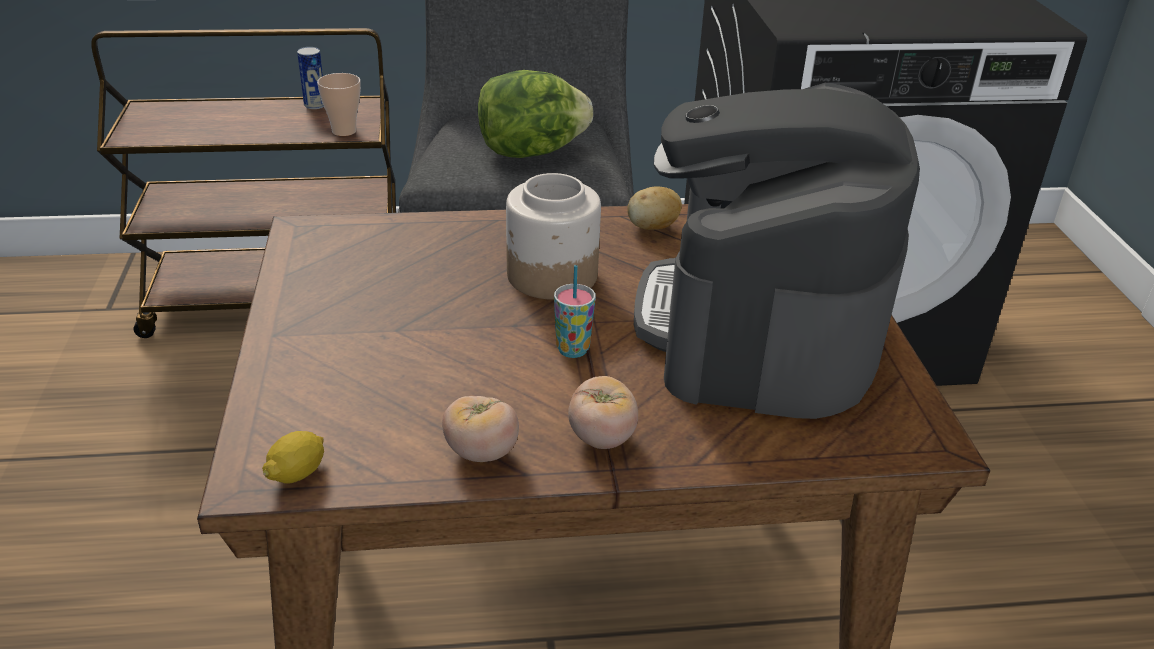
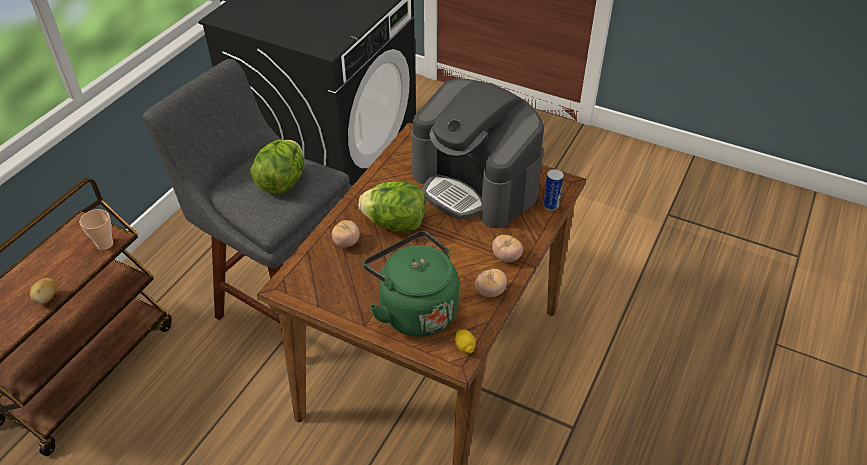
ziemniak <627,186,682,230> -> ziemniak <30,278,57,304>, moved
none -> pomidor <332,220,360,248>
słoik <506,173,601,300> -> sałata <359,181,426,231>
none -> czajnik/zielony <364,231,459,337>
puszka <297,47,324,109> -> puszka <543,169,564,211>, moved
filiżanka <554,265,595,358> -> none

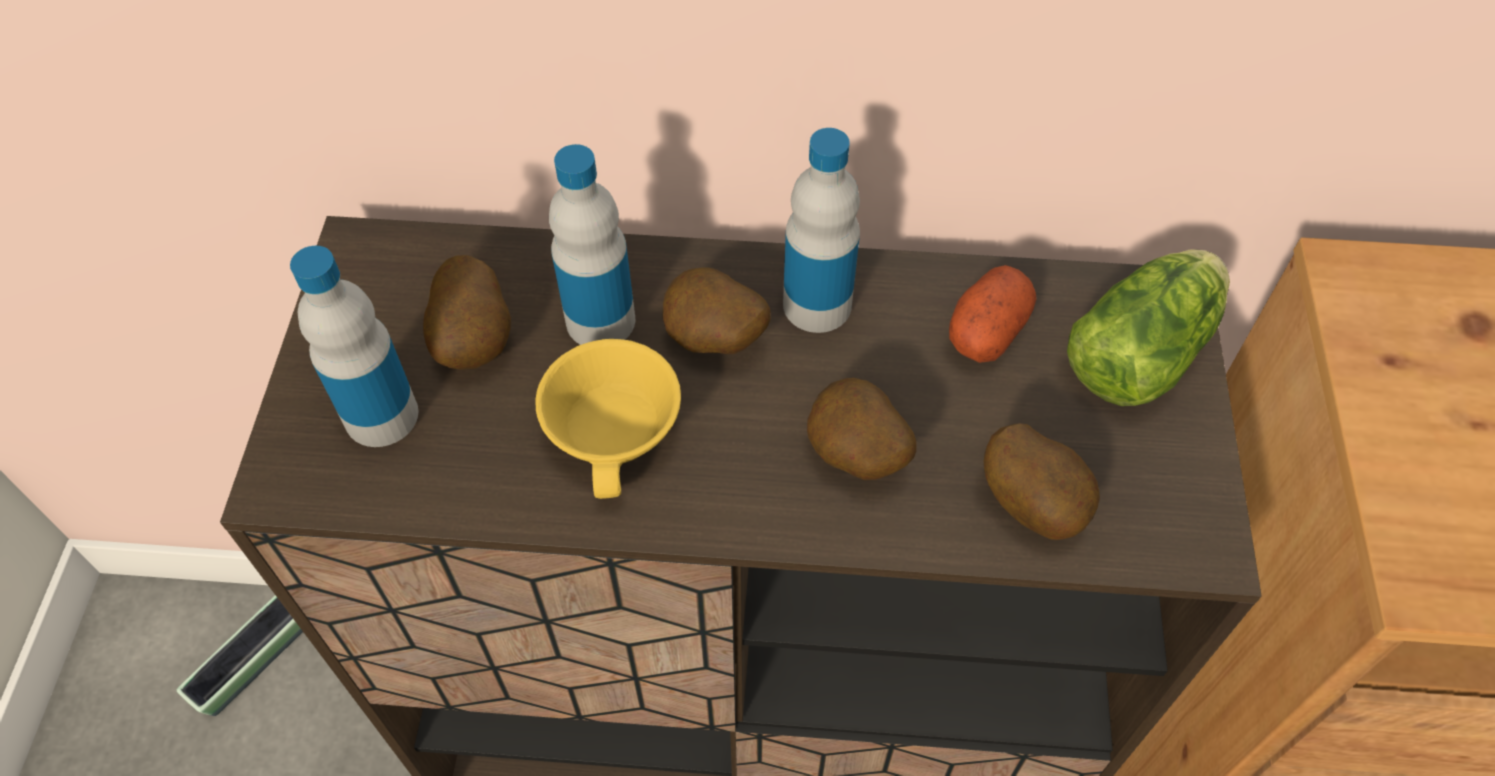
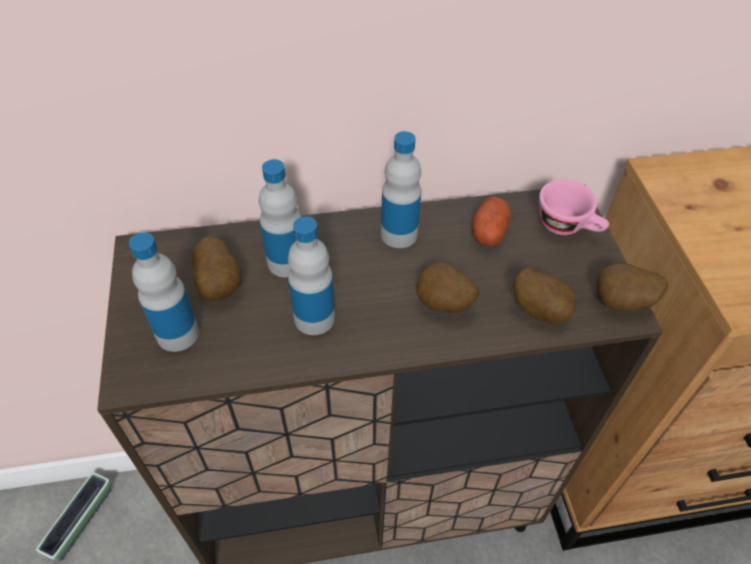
filiżanka/żółty <535,339,681,499> -> butelka <288,216,335,335>
sałata <1067,249,1230,406> -> filiżanka/różowy <539,179,609,235>
ziemniak <663,267,771,354> -> ziemniak <597,263,668,312>, moved

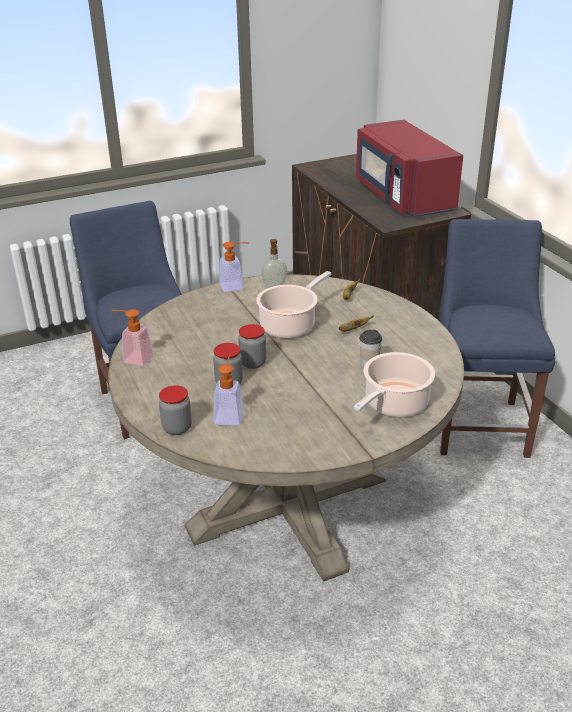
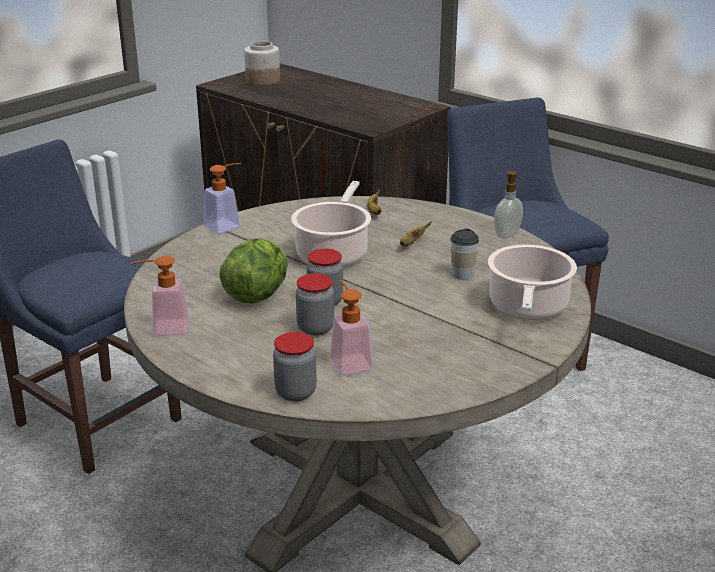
none -> sałata <219,238,287,303>
none -> słoik <244,41,280,86>
dozownik mydła <261,239,288,287> -> dozownik mydła <494,171,523,239>, moved
mikrofalówka/czerwony <356,120,463,217> -> none

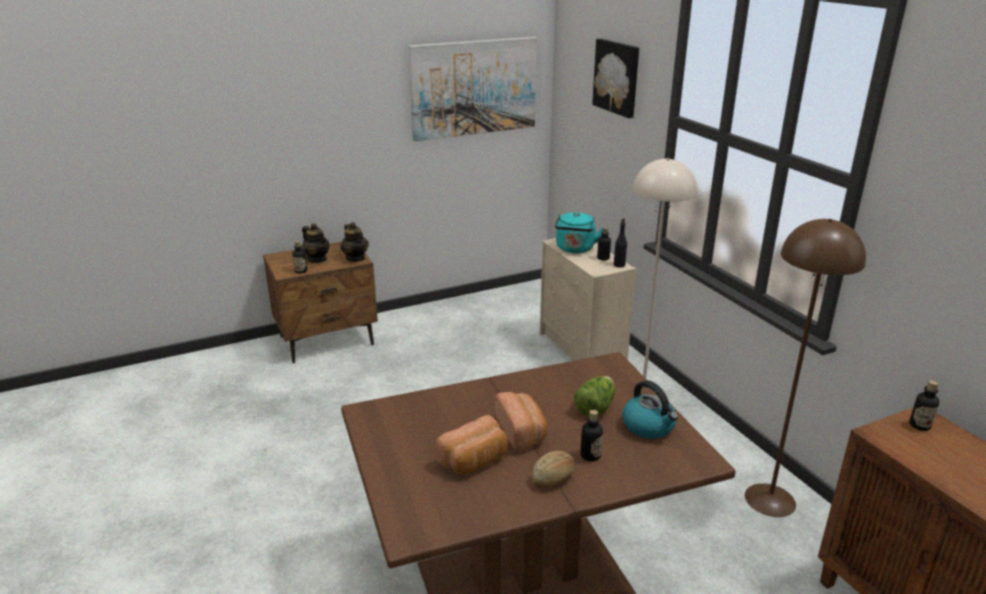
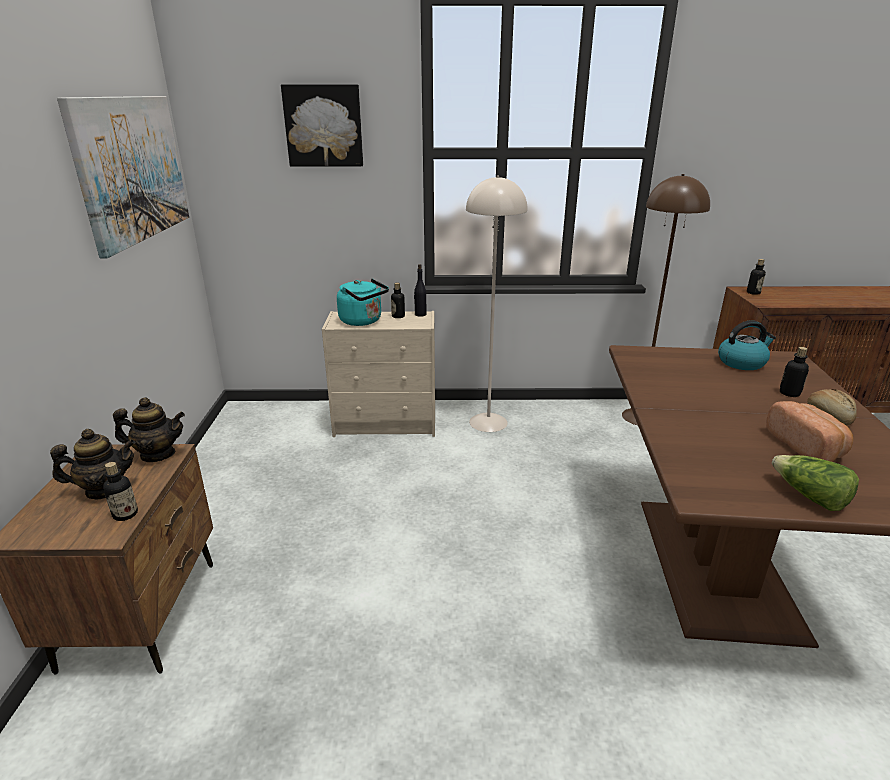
sałata <574,376,615,416> -> sałata <772,455,859,511>, moved
chleb <495,392,547,451> -> none

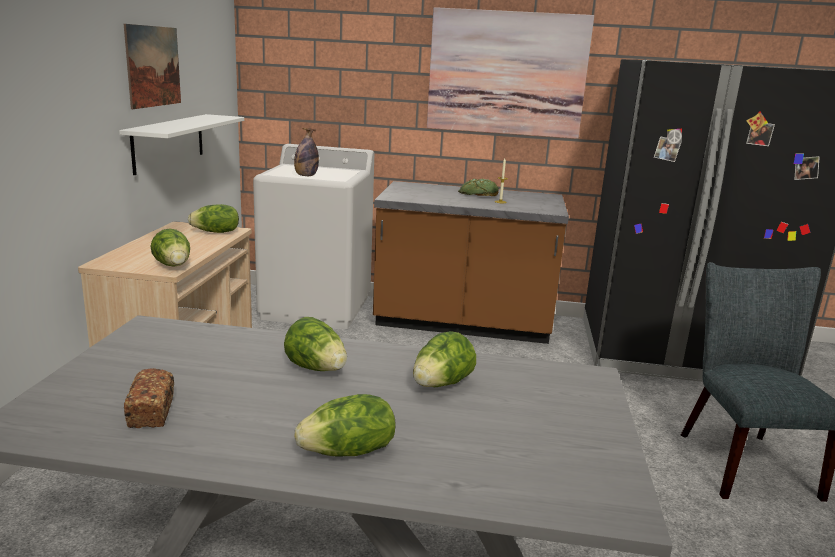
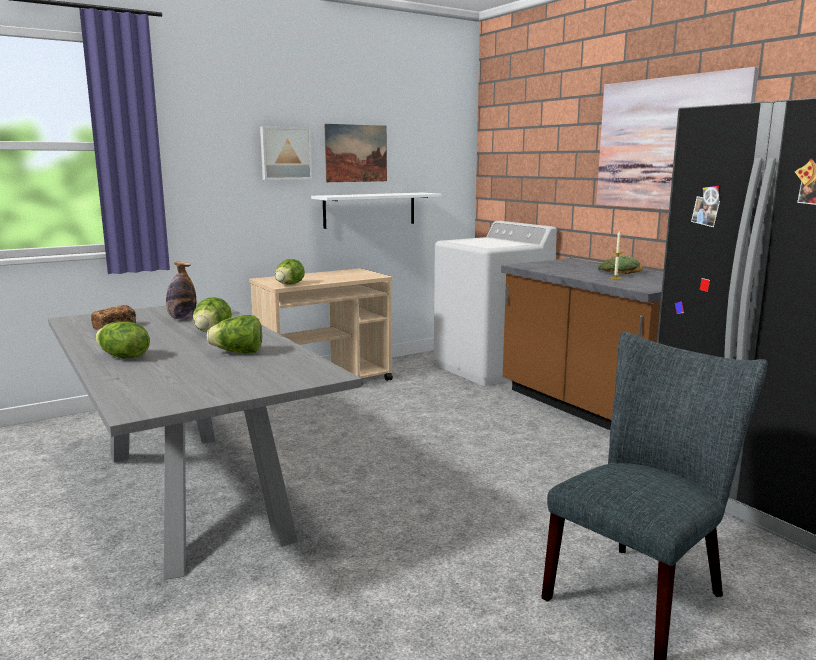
butelka <294,128,319,176> -> butelka <166,262,196,320>, moved
none -> obraz <260,126,312,180>
sałata <188,204,239,233> -> none

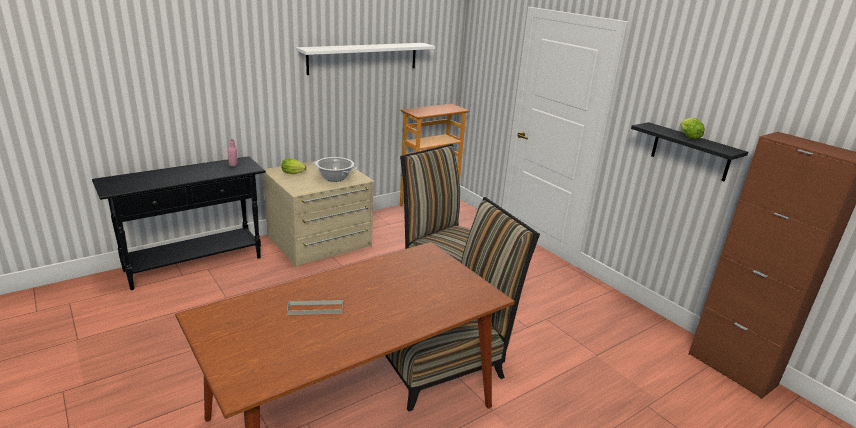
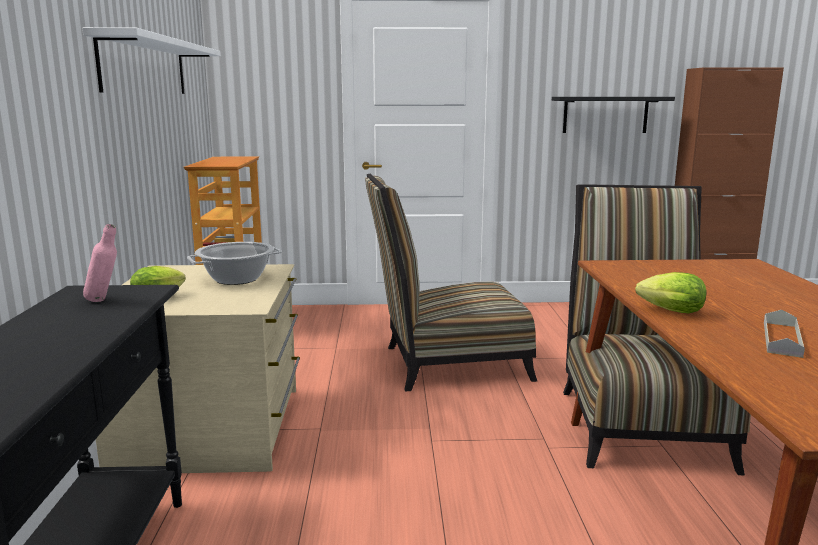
sałata <680,118,705,139> -> sałata <635,272,707,314>, moved

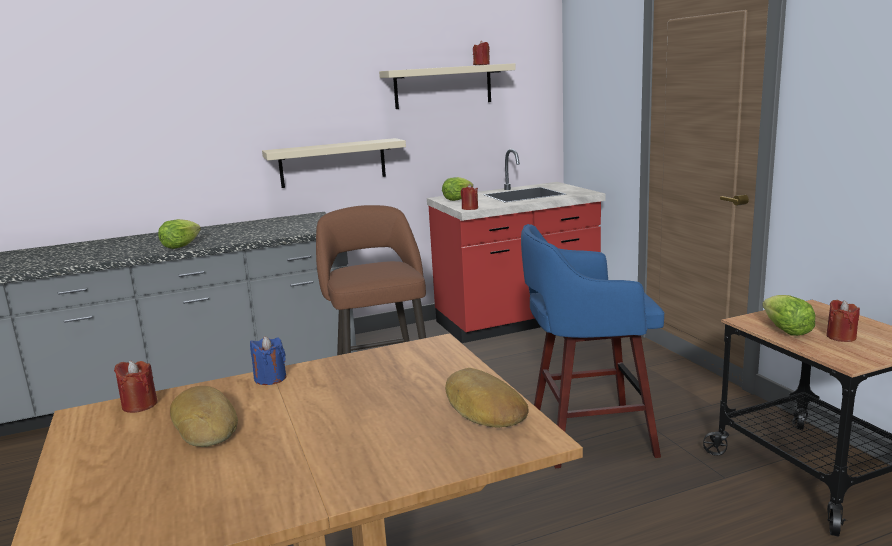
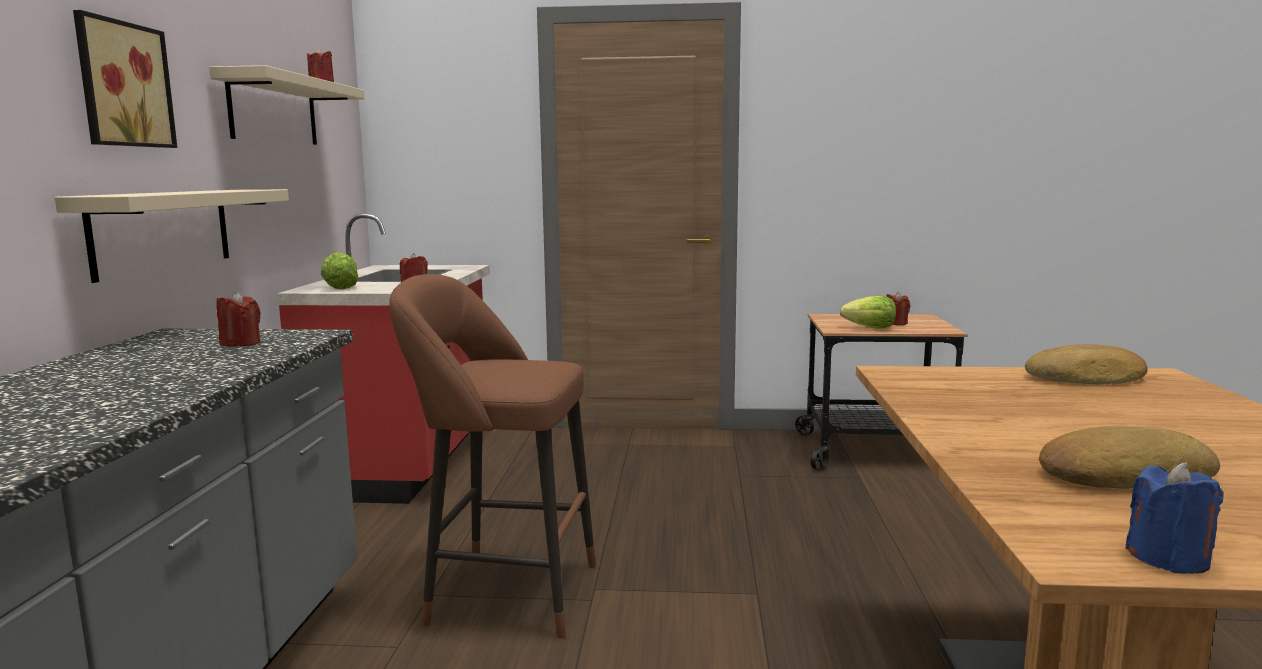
none -> obraz <73,10,177,148>
świeca/czerwony <114,361,158,413> -> świeca/czerwony <216,291,261,347>, moved
świeca/niebieski <250,336,286,385> -> świeca/niebieski <1125,462,1224,574>, moved
sałata <158,219,201,249> -> none
stołek/niebieski <521,224,664,468> -> none

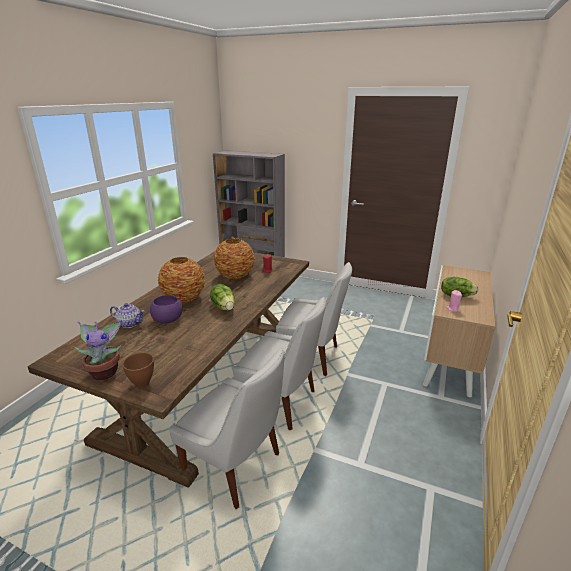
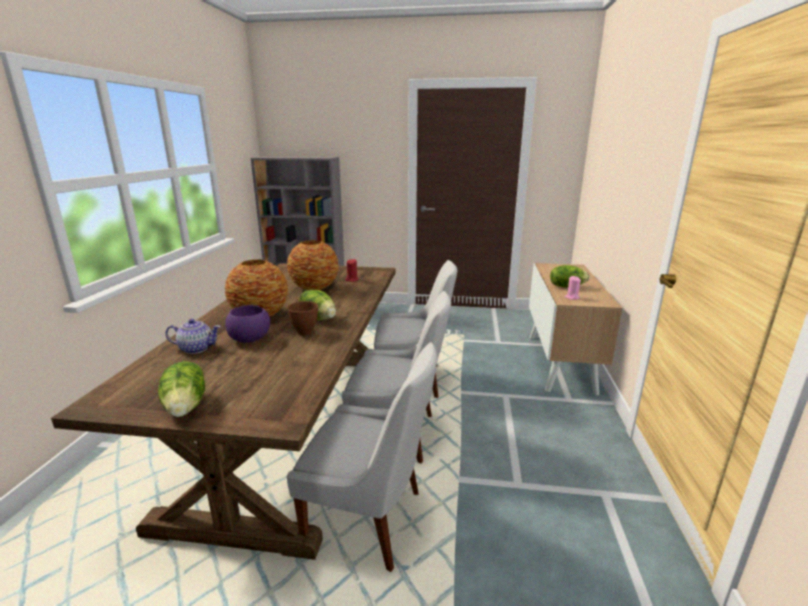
roślina doniczkowa <75,320,122,380> -> sałata <158,361,205,417>
miska/brązowy <122,352,154,388> -> miska/brązowy <287,301,318,336>, moved

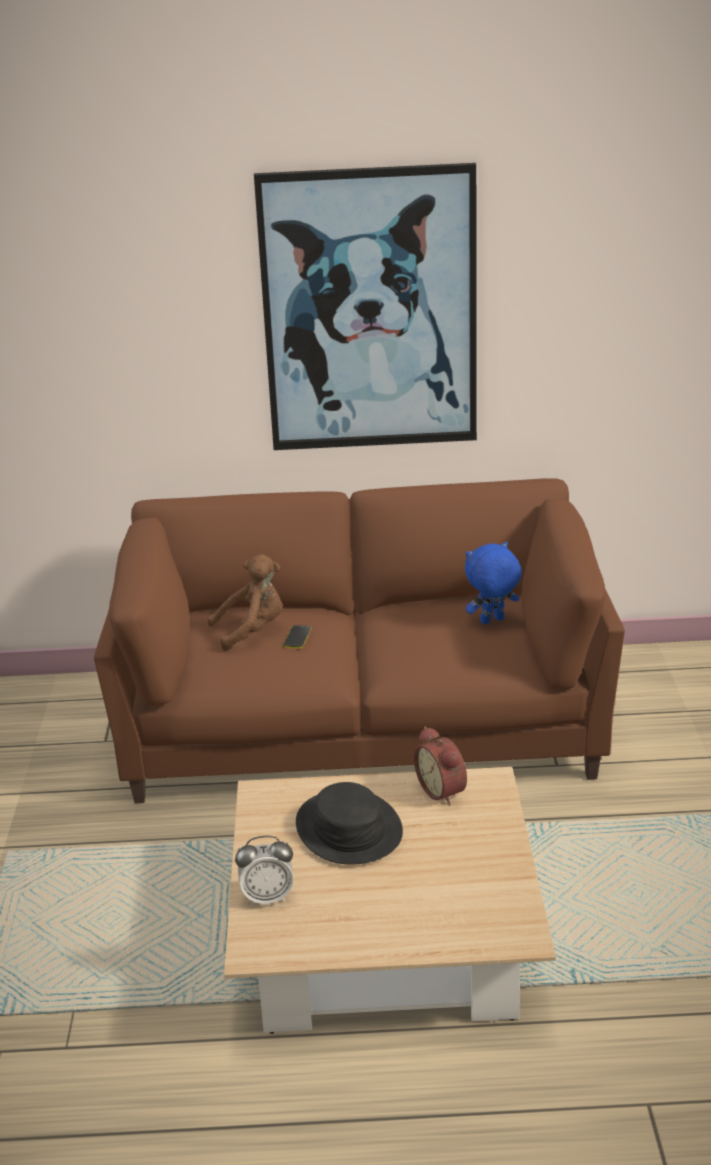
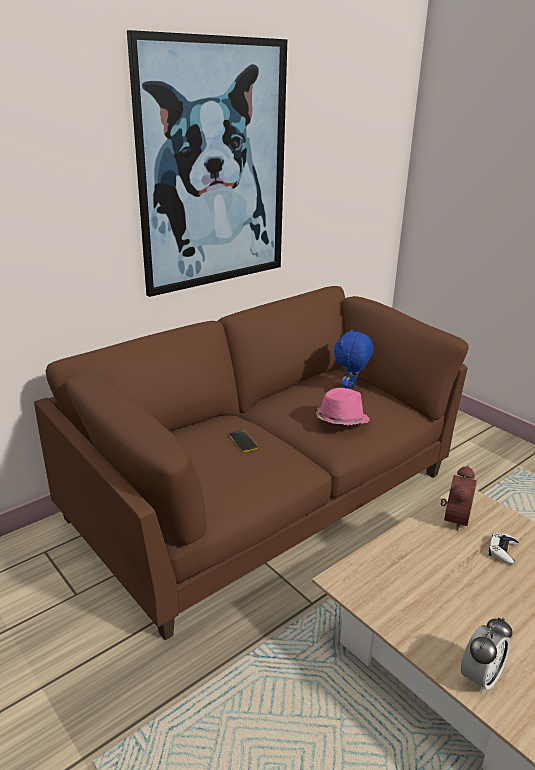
none -> kapelusz/różowy <316,388,369,426>
budzik <414,727,467,805> -> budzik <440,465,477,531>, 90 degrees counterclockwise
none -> pad do gier/biały <489,532,518,565>
pluszak/brązowy <208,554,283,651> -> none
kapelusz/czarny <296,782,403,865> -> none

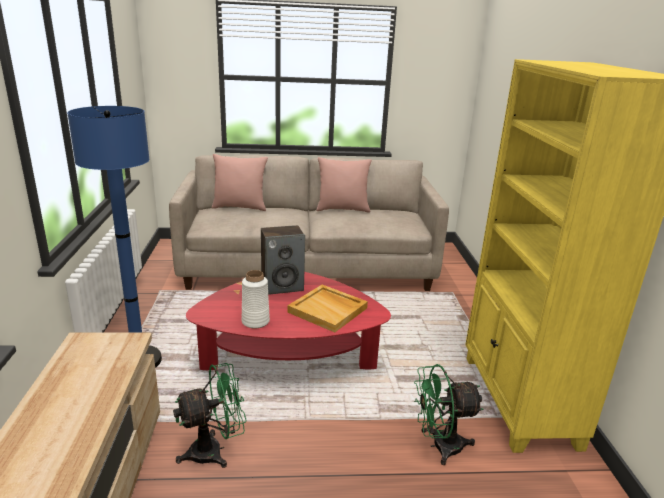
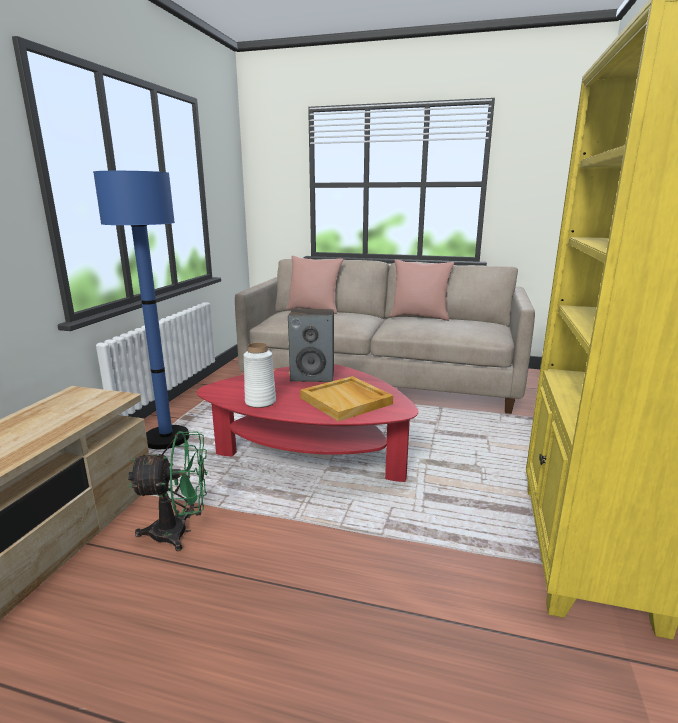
wentylator/zielony <414,364,483,465> -> none

